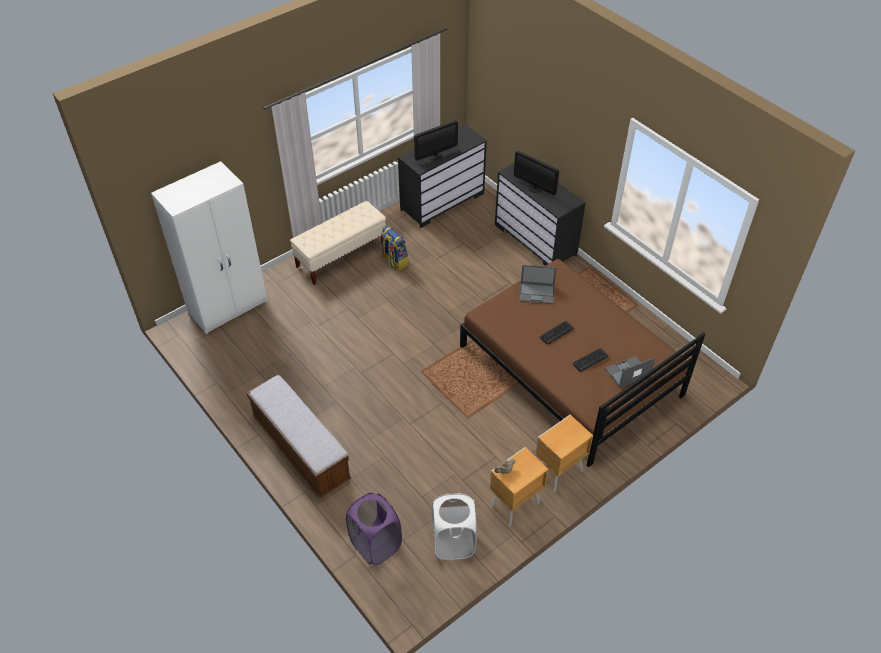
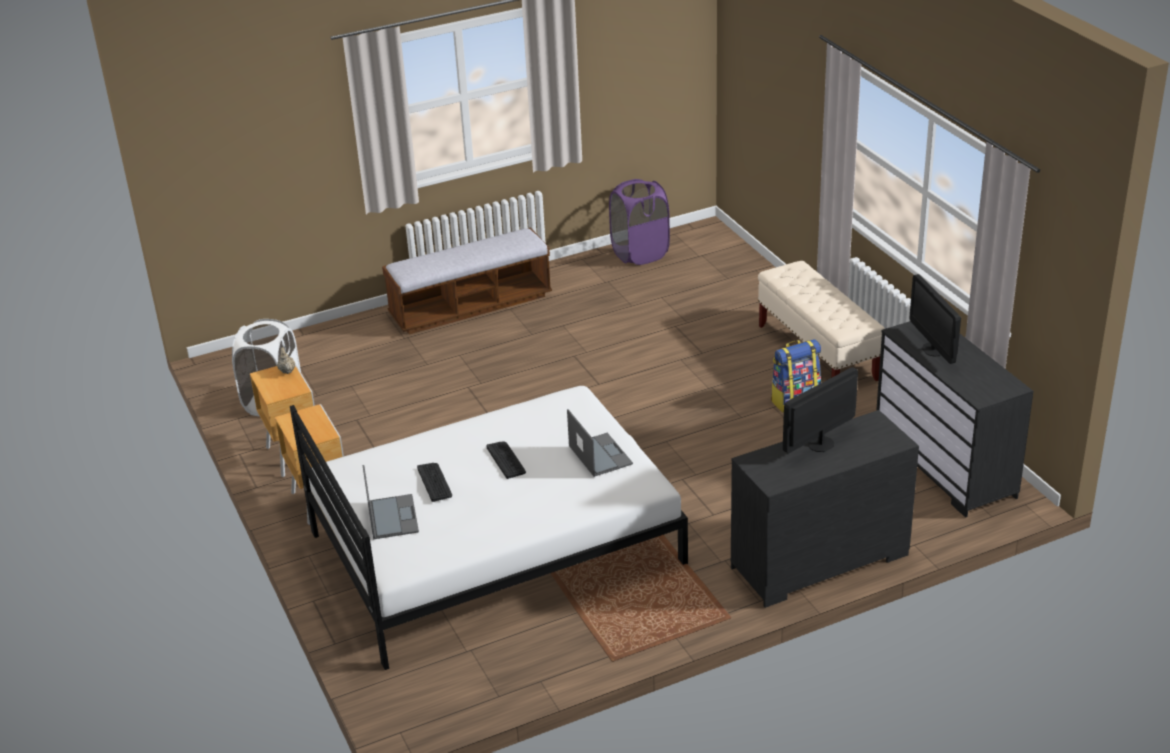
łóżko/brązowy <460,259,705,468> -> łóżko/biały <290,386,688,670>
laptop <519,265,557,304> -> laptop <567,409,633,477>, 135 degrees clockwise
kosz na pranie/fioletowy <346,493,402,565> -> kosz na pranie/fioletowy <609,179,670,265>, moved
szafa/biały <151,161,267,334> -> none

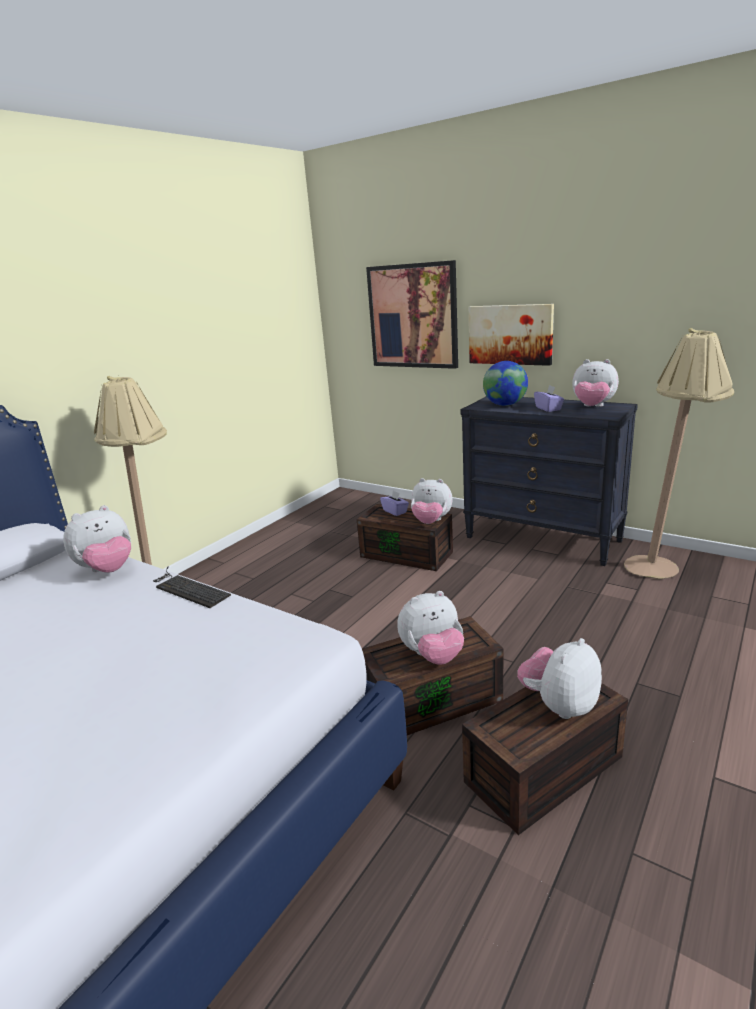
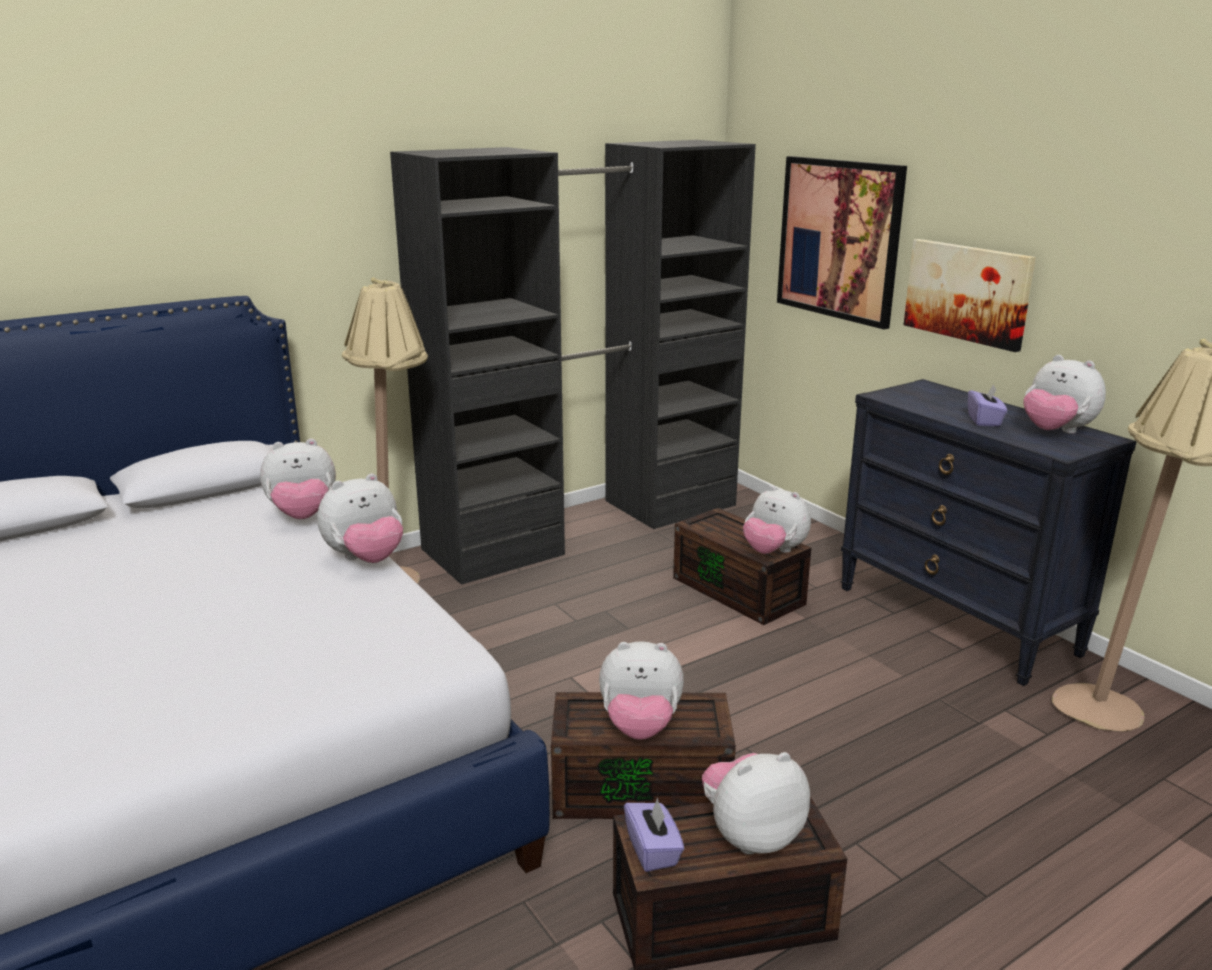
klawiatura <153,567,231,608> -> pluszak <317,473,403,563>
none -> szafa/czarny <390,140,756,585>
pudełko chusteczek/fioletowy <380,491,409,516> -> pudełko chusteczek/fioletowy <624,797,684,872>, moved
globus <483,361,528,406> -> none

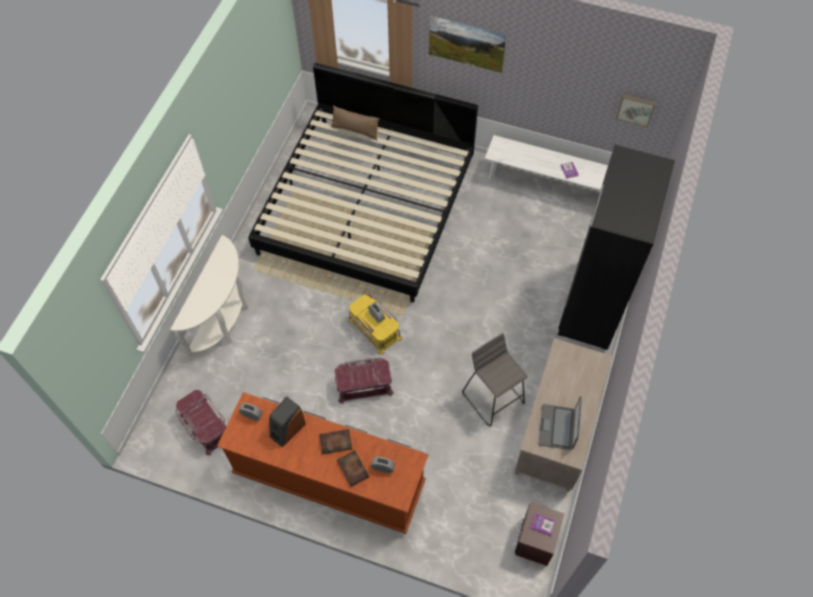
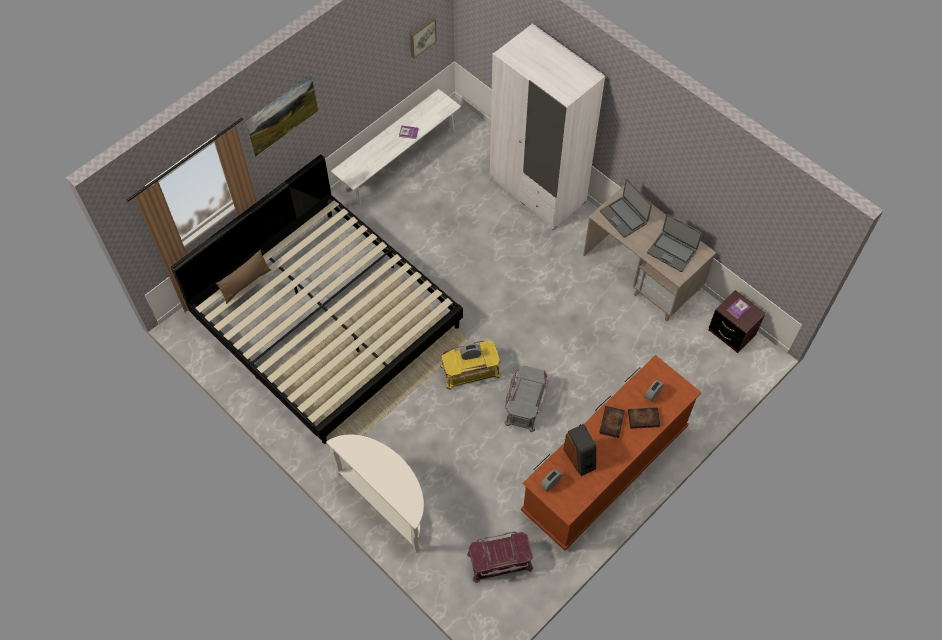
szafa/czarny <558,144,675,350> -> szafa/biały <490,24,605,230>
pojemnik do przechowywania/czerwony <335,358,394,404> -> pojemnik do przechowywania/szary <504,365,548,432>
none -> laptop <600,179,652,238>
stołek/szary <462,333,528,426> -> none

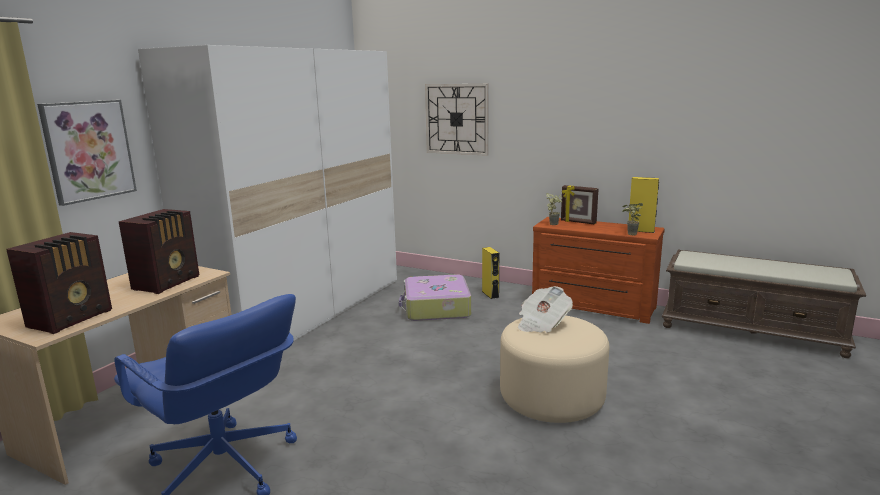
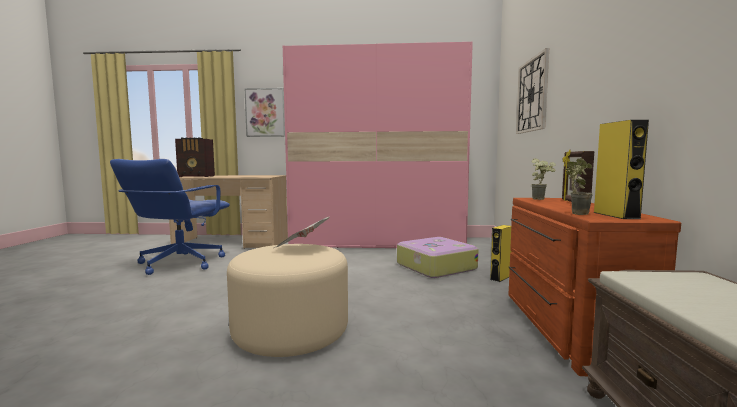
szafa/biały <138,45,397,341> -> szafa/różowy <283,42,473,248>
radio <118,209,199,294> -> none

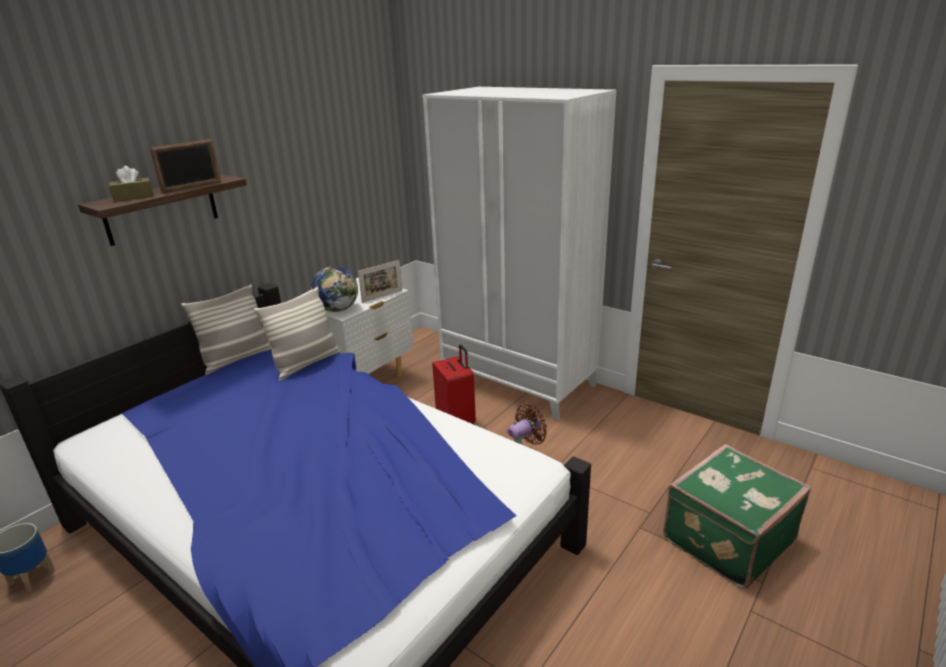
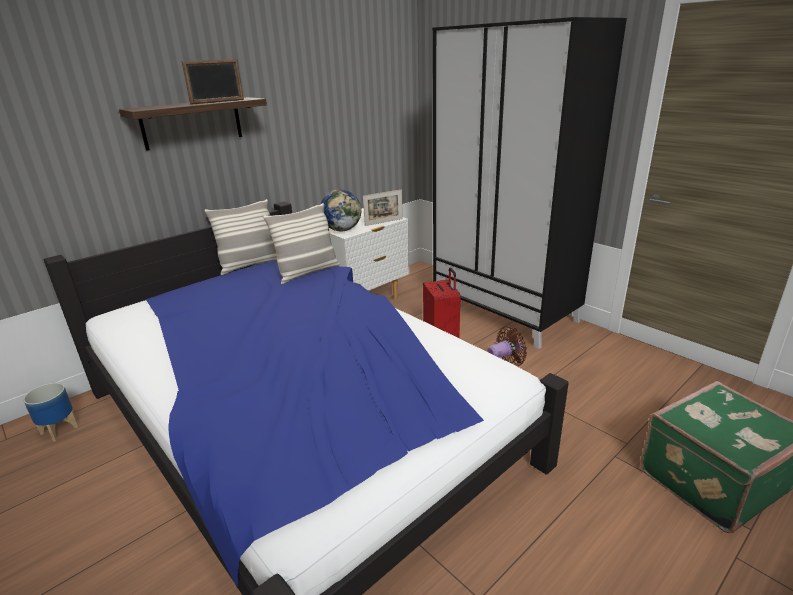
szafa/biały <422,87,617,421> -> szafa/czarny <432,17,627,349>
pudełko chusteczek/brązowy <109,166,154,202> -> none

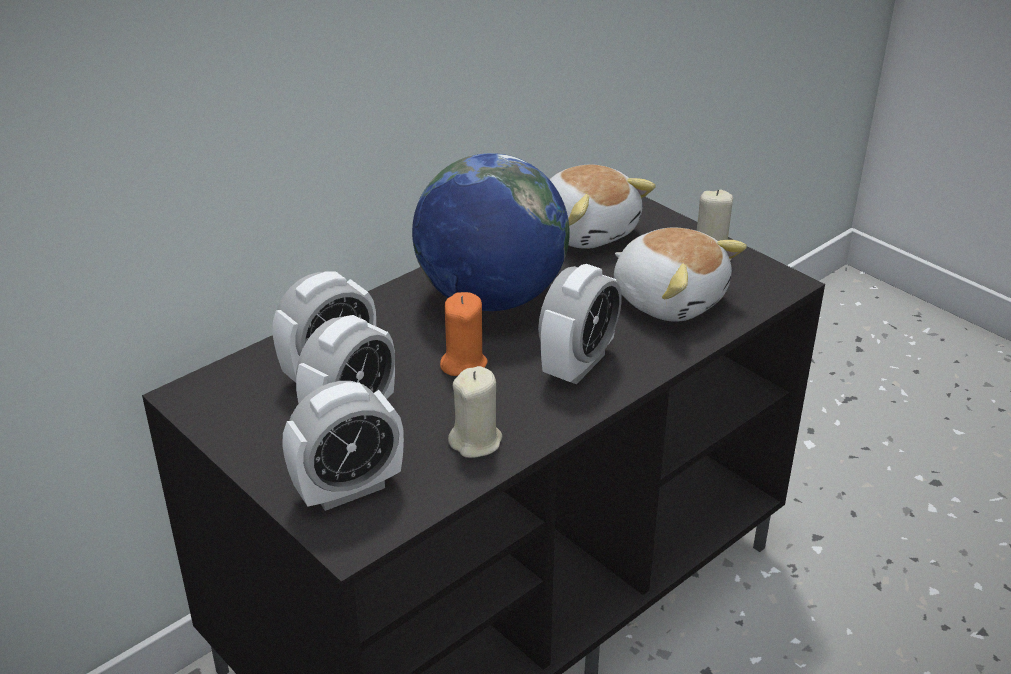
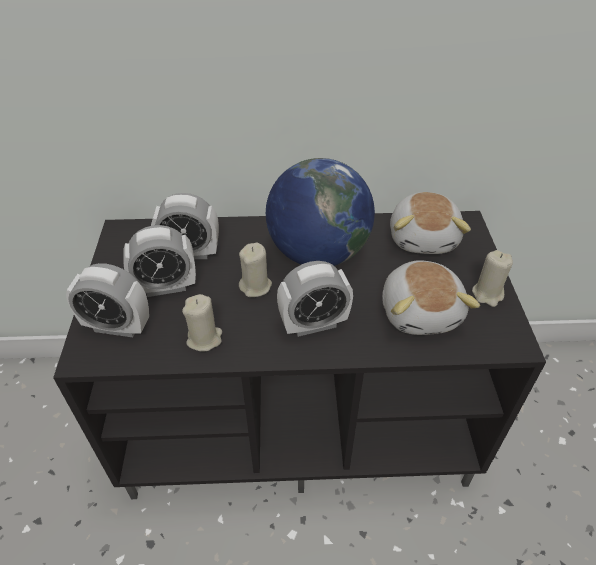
świeca/pomarańczowy <440,292,487,376> -> świeca/beżowy <239,243,272,297>

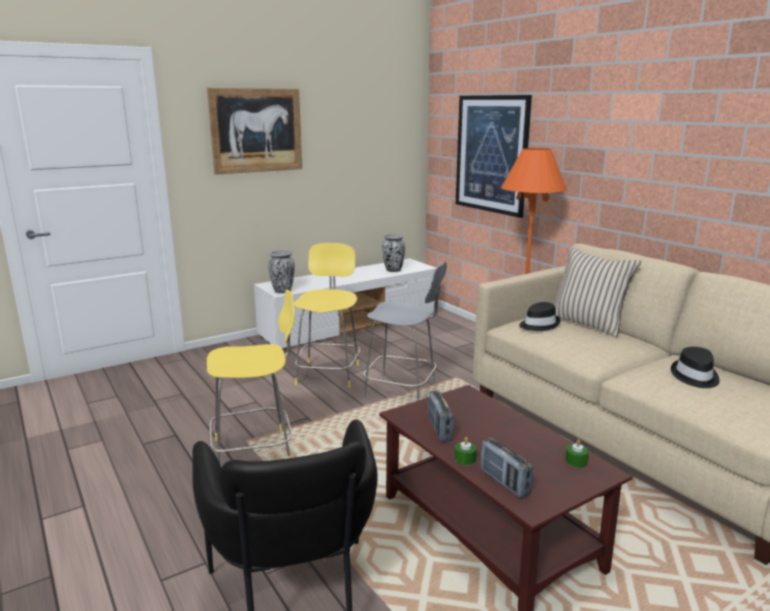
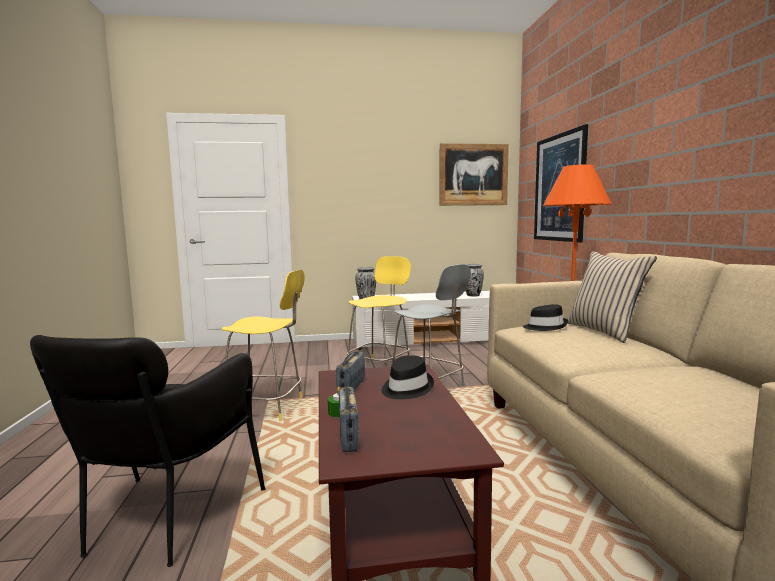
kapelusz/czarny <671,347,720,388> -> kapelusz/czarny <381,355,434,399>, moved
obraz <207,88,302,175> -> obraz <439,143,509,206>, moved
świeca/zielony <565,439,589,468> -> none

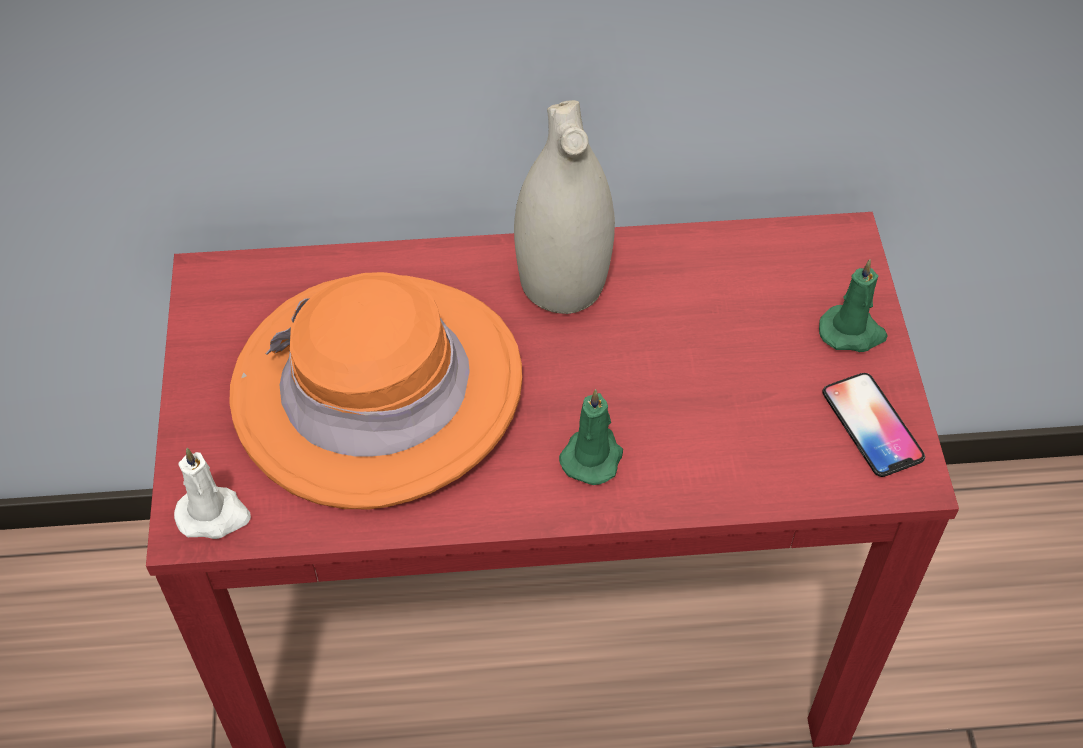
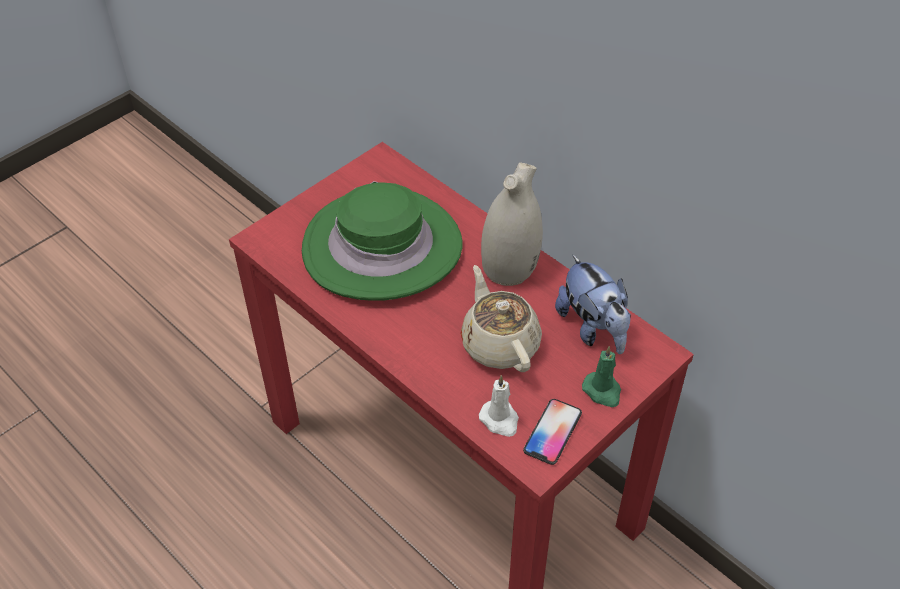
kapelusz/pomarańczowy <229,272,522,509> -> kapelusz/zielony <302,181,463,301>
none -> imbryk/beżowy <460,265,542,372>
świeca/biały <174,448,251,539> -> świeca/biały <479,375,519,437>, moved
none -> pluszak <555,254,631,354>
świeca/zielony <559,389,623,485> -> none

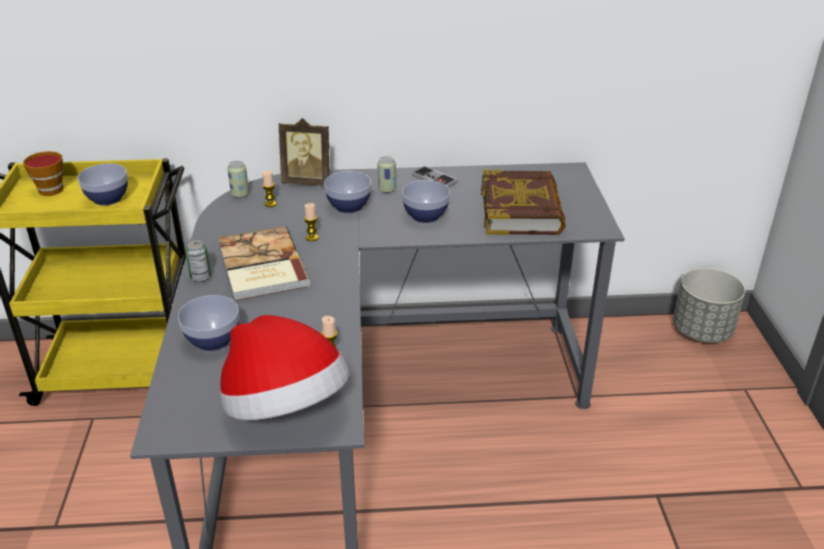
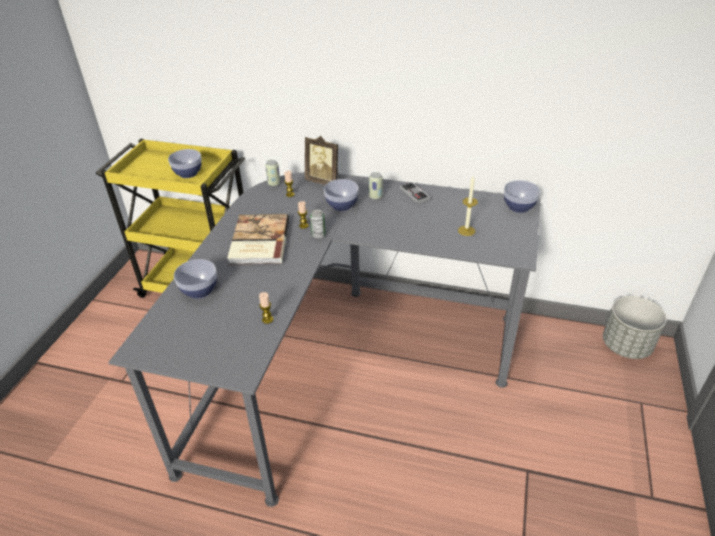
puszka <185,240,211,282> -> puszka <310,210,326,238>, moved
książka <481,170,566,235> -> świeca <458,176,478,236>
miska <402,180,450,223> -> miska <504,180,540,213>, moved
filiżanka <23,151,63,196> -> none
kapelusz <220,315,349,420> -> none

